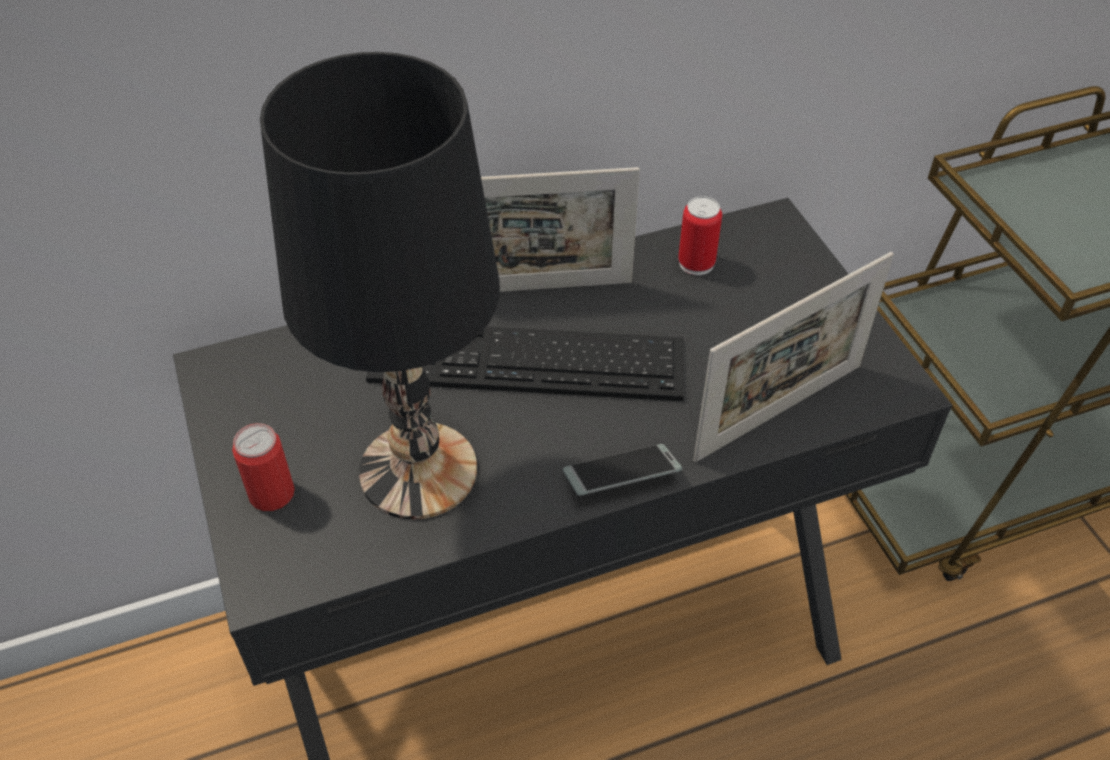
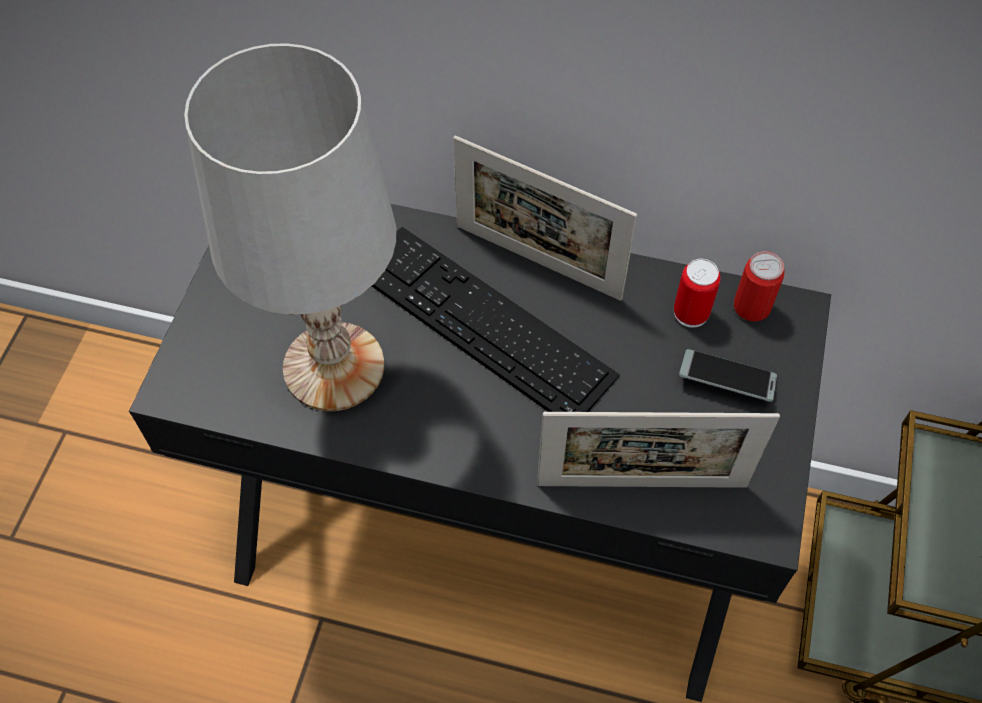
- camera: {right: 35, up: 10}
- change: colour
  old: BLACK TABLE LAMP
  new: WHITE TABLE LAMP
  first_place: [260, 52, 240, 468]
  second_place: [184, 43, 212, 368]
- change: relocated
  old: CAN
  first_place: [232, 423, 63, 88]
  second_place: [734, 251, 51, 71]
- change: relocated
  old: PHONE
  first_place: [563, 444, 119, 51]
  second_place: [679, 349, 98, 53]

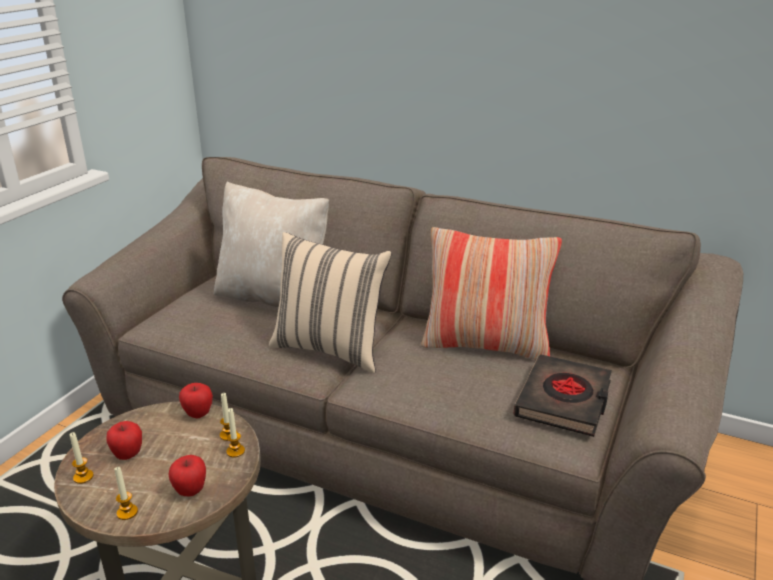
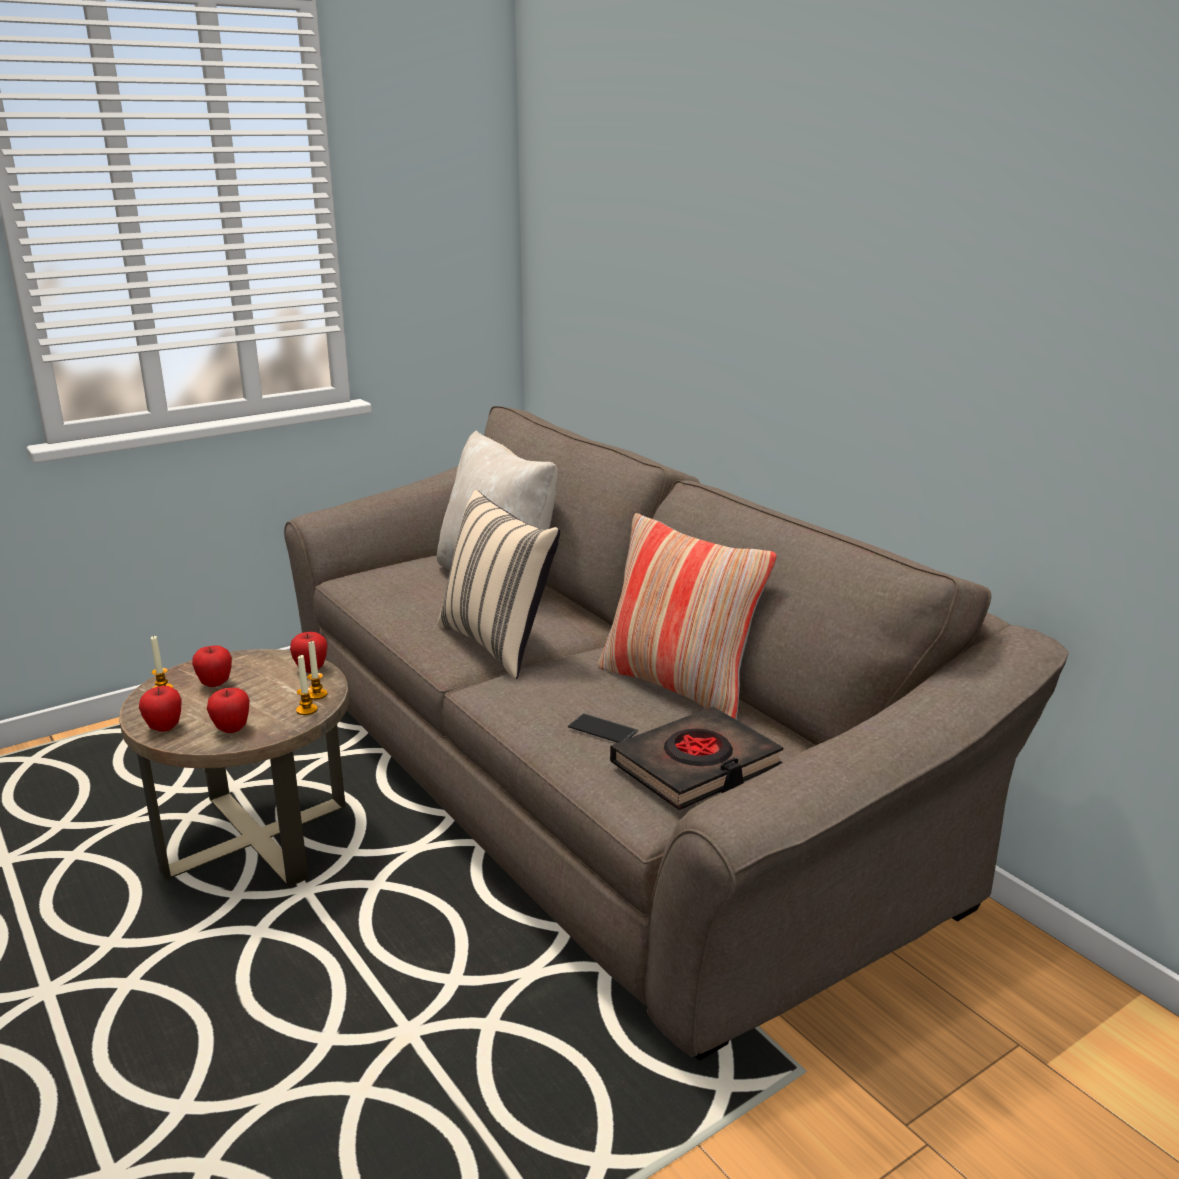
- camera: {right: 30, up: -5}
- change: exchanged
  old: CANDLE
  new: APPLE
  first_place: [114, 467, 24, 53]
  second_place: [139, 686, 43, 46]
- change: appeared
  new: PHONE
  second_place: [568, 713, 70, 30]

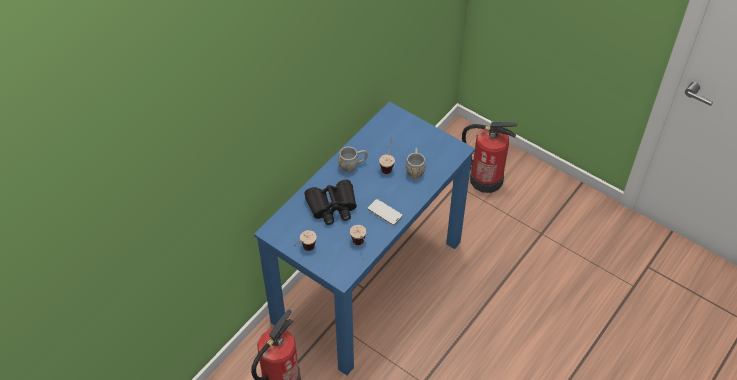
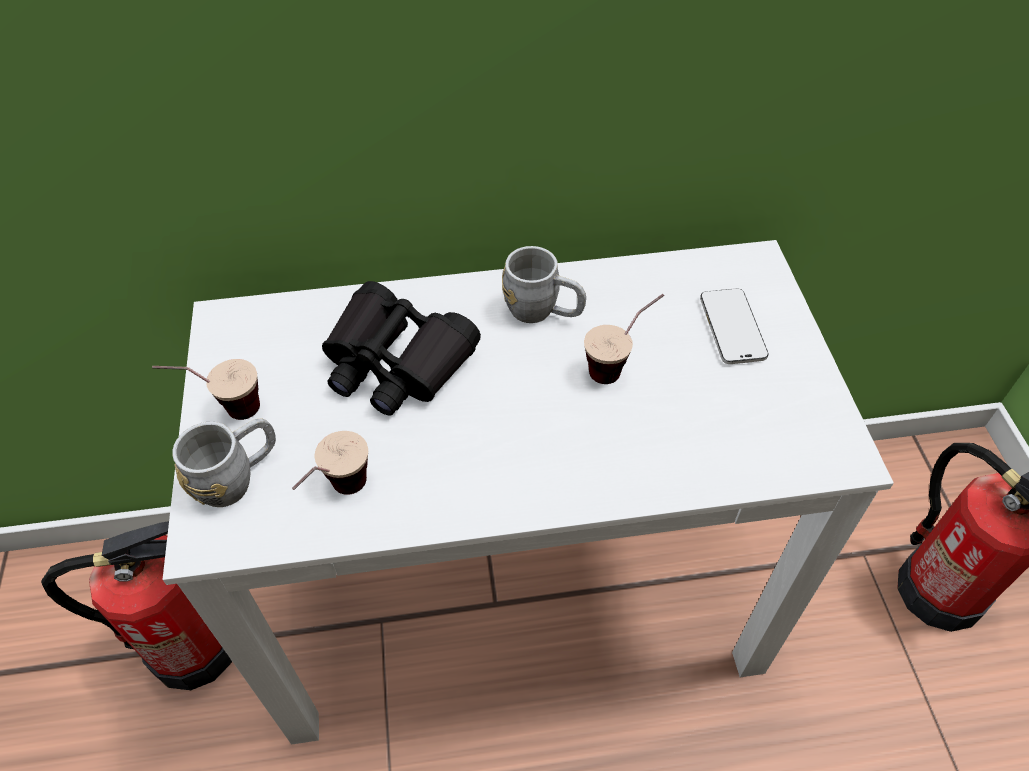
- camera: {right: 45, up: 0}
- change: colour
  old: BLUE DESK
  new: WHITE DESK
  first_place: [254, 101, 221, 274]
  second_place: [163, 240, 731, 505]
- change: relocated
  old: GREY MUG
  first_place: [406, 148, 20, 31]
  second_place: [172, 418, 104, 89]
- change: relocated
  old: PHONE
  first_place: [368, 199, 35, 26]
  second_place: [700, 288, 69, 76]

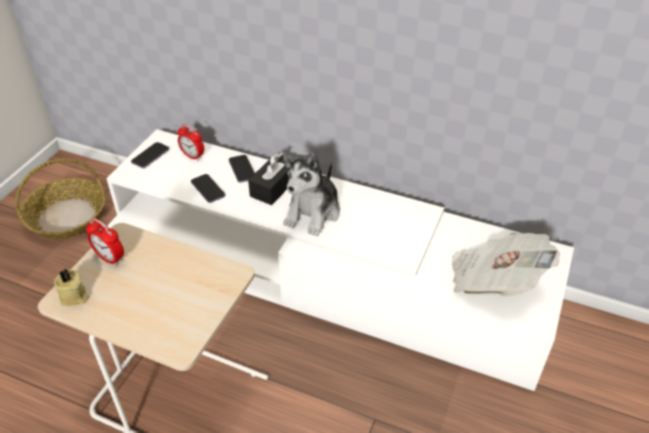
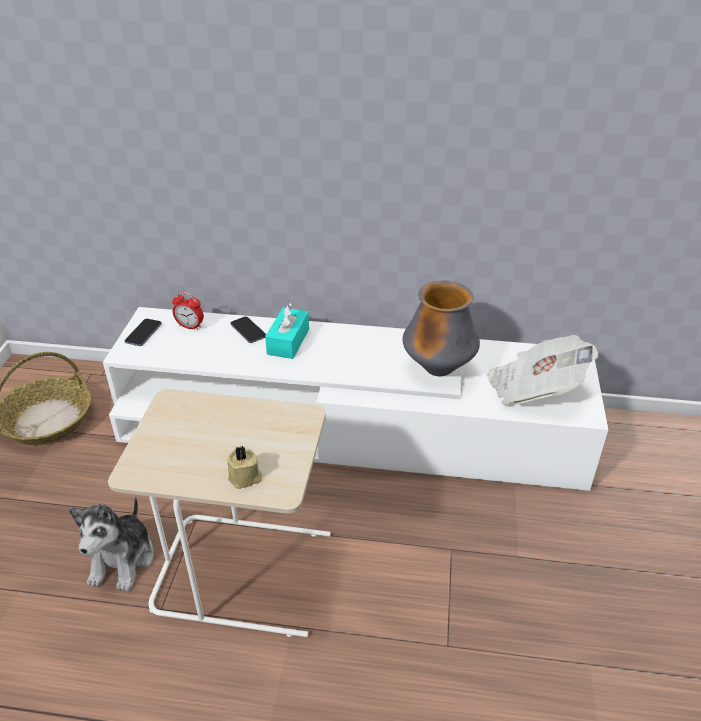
- camera: {right: -15, up: -5}
- change: colour
  old: BLACK TISSUE BOX
  new: TURQUOISE TISSUE BOX
  first_place: [248, 151, 41, 54]
  second_place: [265, 303, 44, 56]
- change: relocated
  old: PLUSH TOY
  first_place: [282, 152, 58, 84]
  second_place: [69, 497, 85, 95]
- change: missing
  old: PHONE
  first_place: [191, 174, 34, 29]
- change: missing
  old: ALARM CLOCK
  first_place: [86, 218, 38, 48]
- change: relocated
  old: BEIGE CANDLE
  first_place: [54, 269, 35, 37]
  second_place: [227, 445, 35, 44]
- change: appeared
  new: VASE
  second_place: [403, 280, 77, 96]

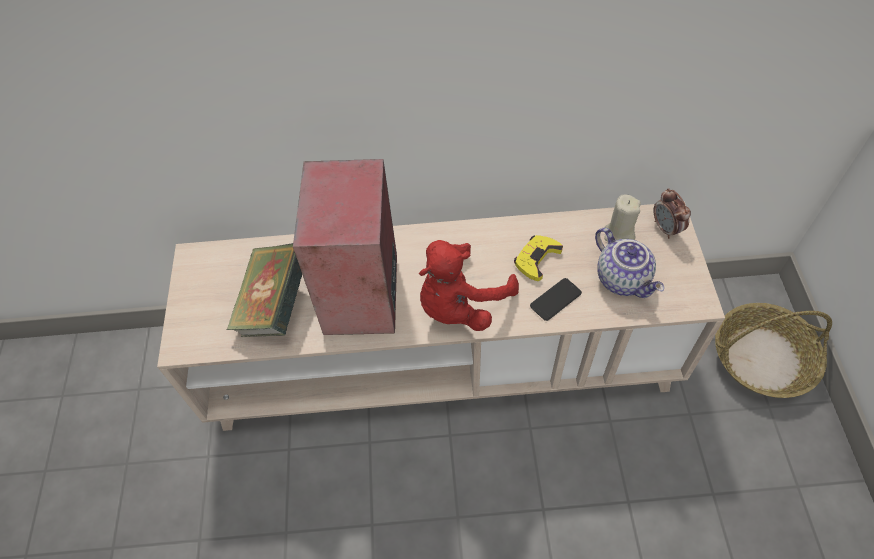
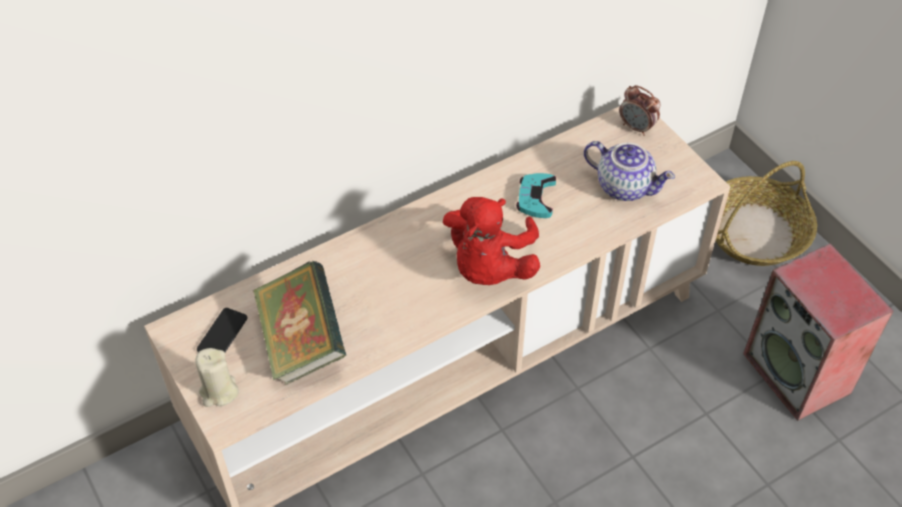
- camera: {right: -30, up: -5}
- change: relocated
  old: SPEAKER
  first_place: [293, 159, 104, 176]
  second_place: [743, 243, 150, 178]
- change: relocated
  old: BEIGE CANDLE
  first_place: [604, 195, 37, 46]
  second_place: [196, 348, 43, 59]
- change: colour
  old: YELLOW GAME CONTROLLER
  new: TURQUOISE GAME CONTROLLER
  first_place: [514, 235, 49, 46]
  second_place: [516, 173, 40, 45]
- change: relocated
  old: PHONE
  first_place: [530, 278, 52, 43]
  second_place: [197, 308, 51, 44]

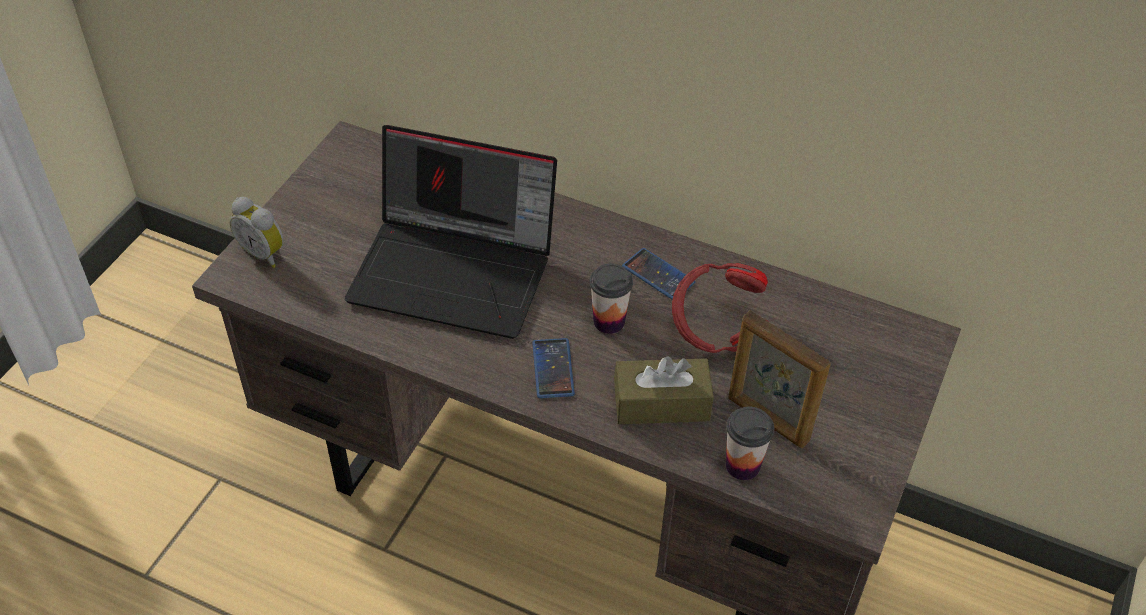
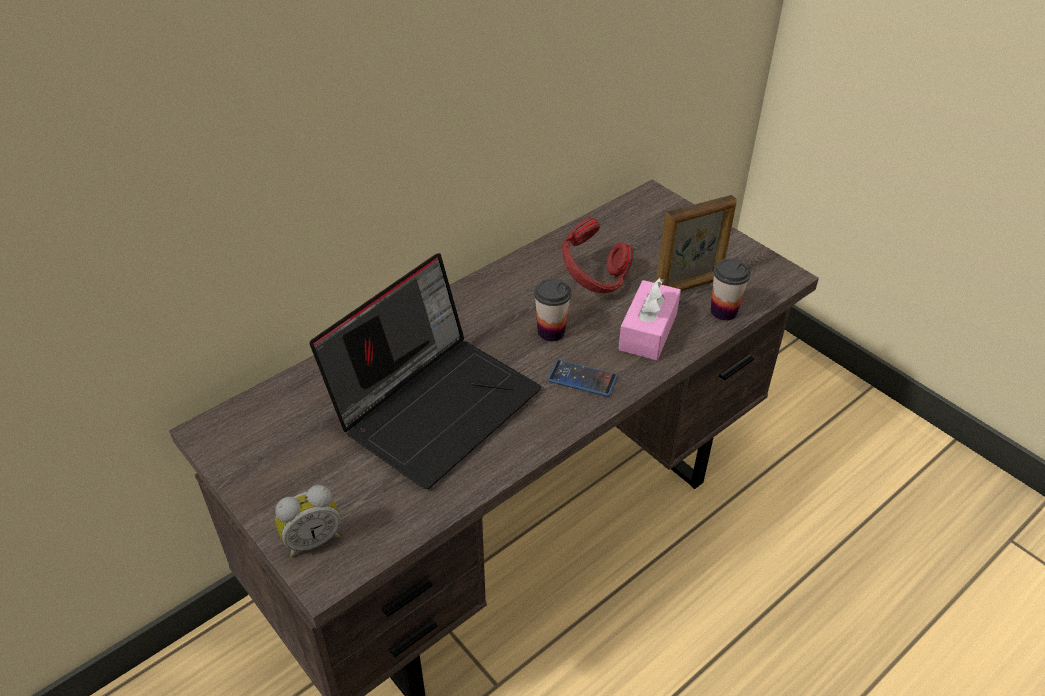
- camera: {right: -65, up: -5}
- change: missing
  old: PHONE
  first_place: [622, 248, 73, 52]
- change: colour
  old: BROWN TISSUE BOX
  new: PINK TISSUE BOX
  first_place: [614, 356, 100, 68]
  second_place: [618, 278, 63, 82]

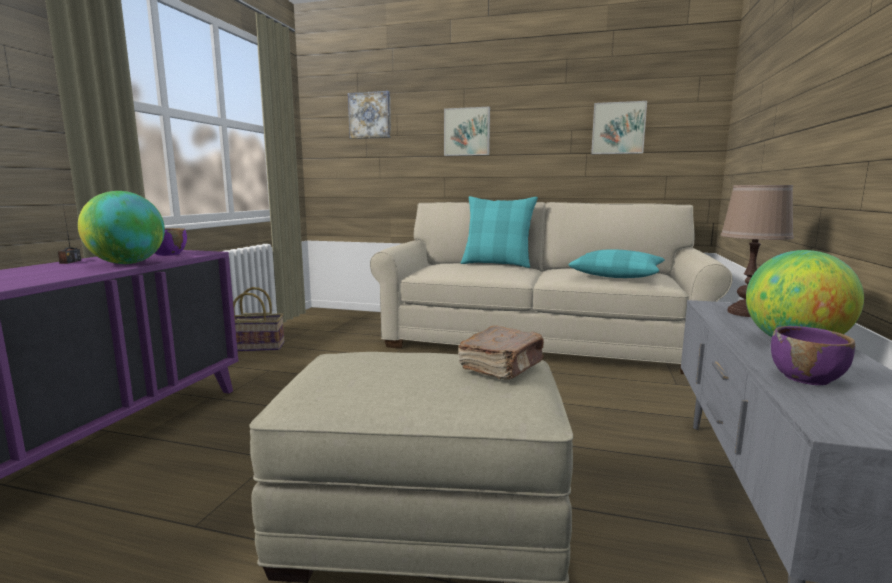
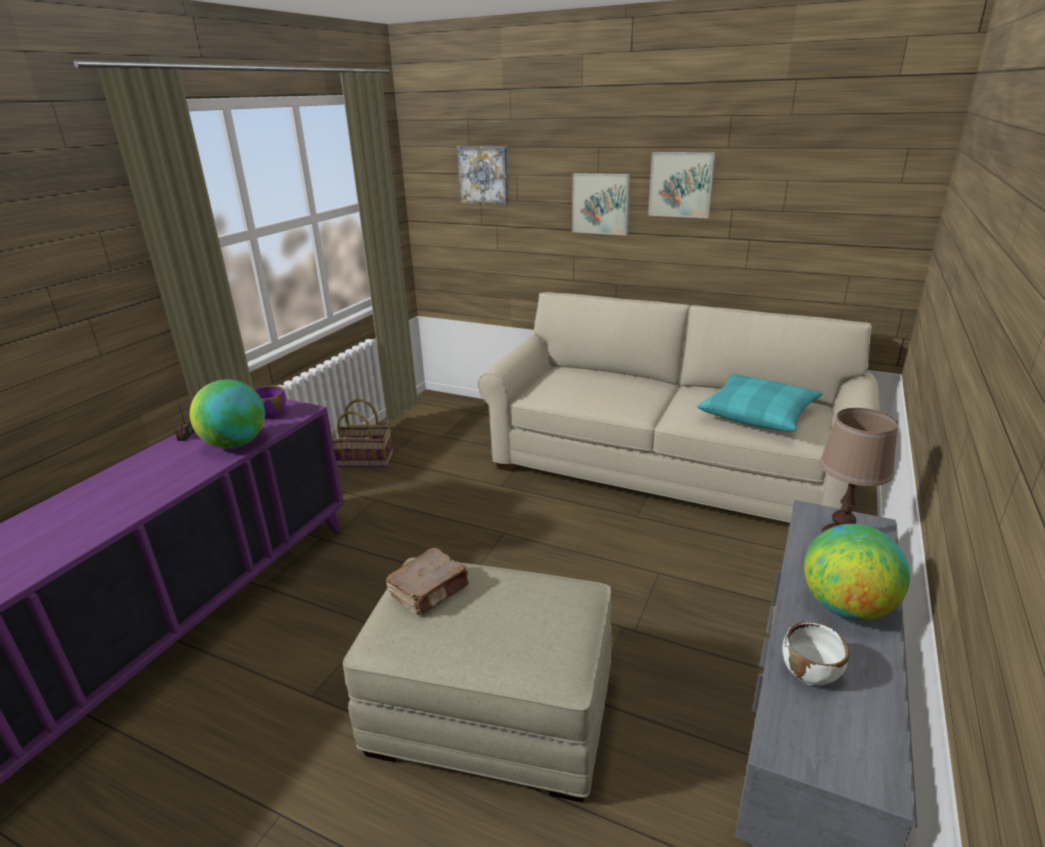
- camera: {right: 10, up: 15}
- change: relocated
  old: PICTURE
  first_place: [591, 101, 56, 53]
  second_place: [648, 152, 67, 66]
- change: missing
  old: TURQUOISE PILLOW
  first_place: [461, 196, 77, 72]
- change: relocated
  old: BROWN BOOK
  first_place: [458, 326, 86, 53]
  second_place: [386, 548, 83, 67]
- change: colour
  old: PURPLE BOWL
  new: WHITE BOWL
  first_place: [771, 326, 84, 59]
  second_place: [782, 622, 67, 64]

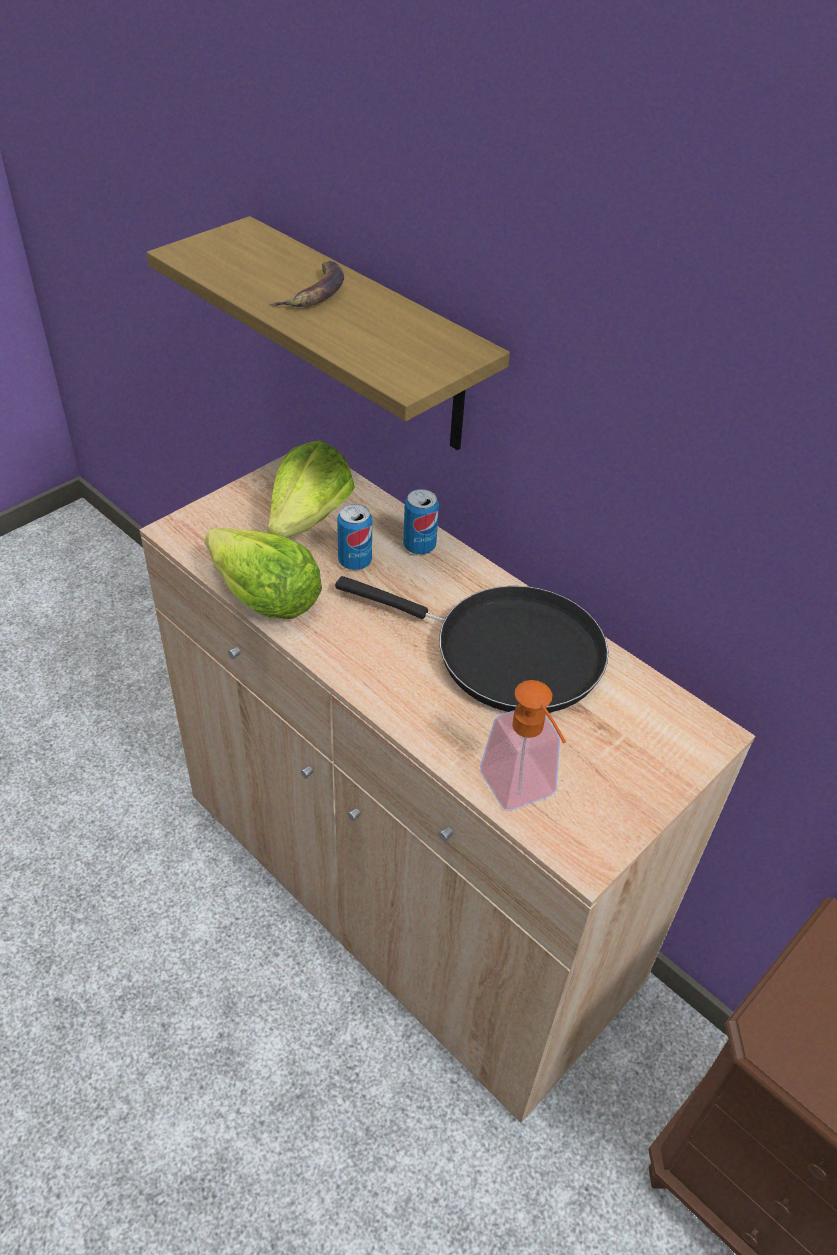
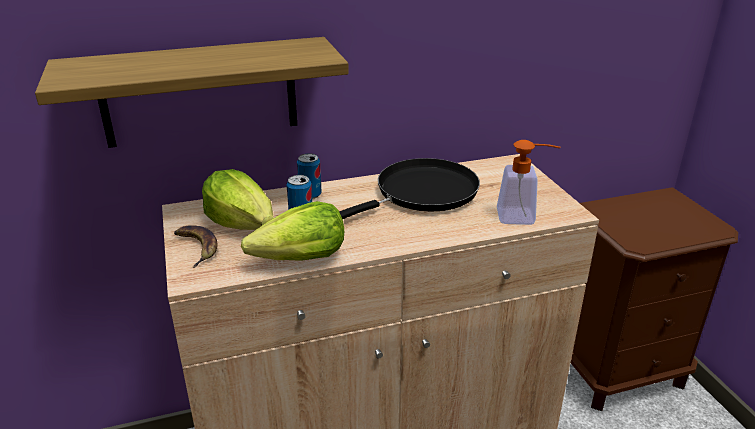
- camera: {right: -60, up: -15}
- change: relocated
  old: BANANA
  first_place: [270, 261, 74, 46]
  second_place: [174, 225, 44, 43]

